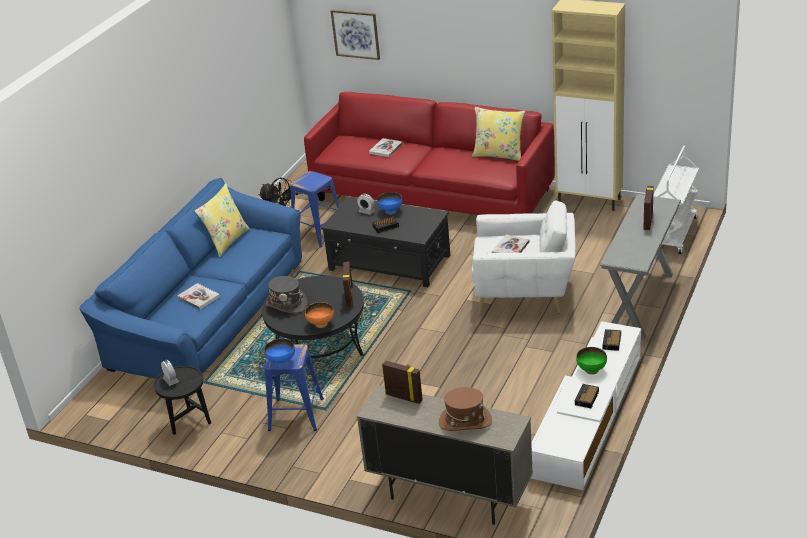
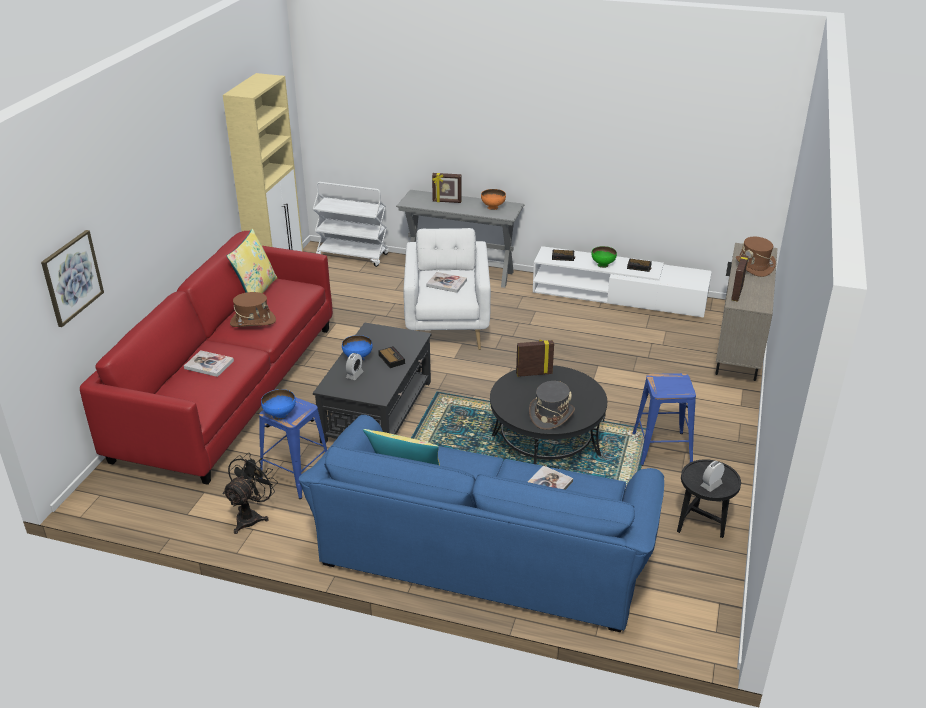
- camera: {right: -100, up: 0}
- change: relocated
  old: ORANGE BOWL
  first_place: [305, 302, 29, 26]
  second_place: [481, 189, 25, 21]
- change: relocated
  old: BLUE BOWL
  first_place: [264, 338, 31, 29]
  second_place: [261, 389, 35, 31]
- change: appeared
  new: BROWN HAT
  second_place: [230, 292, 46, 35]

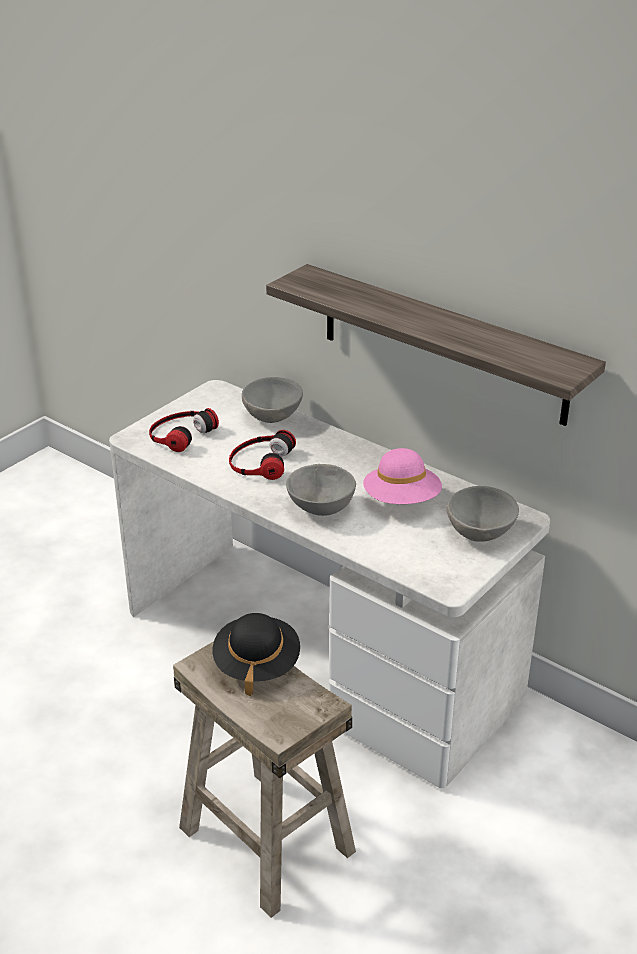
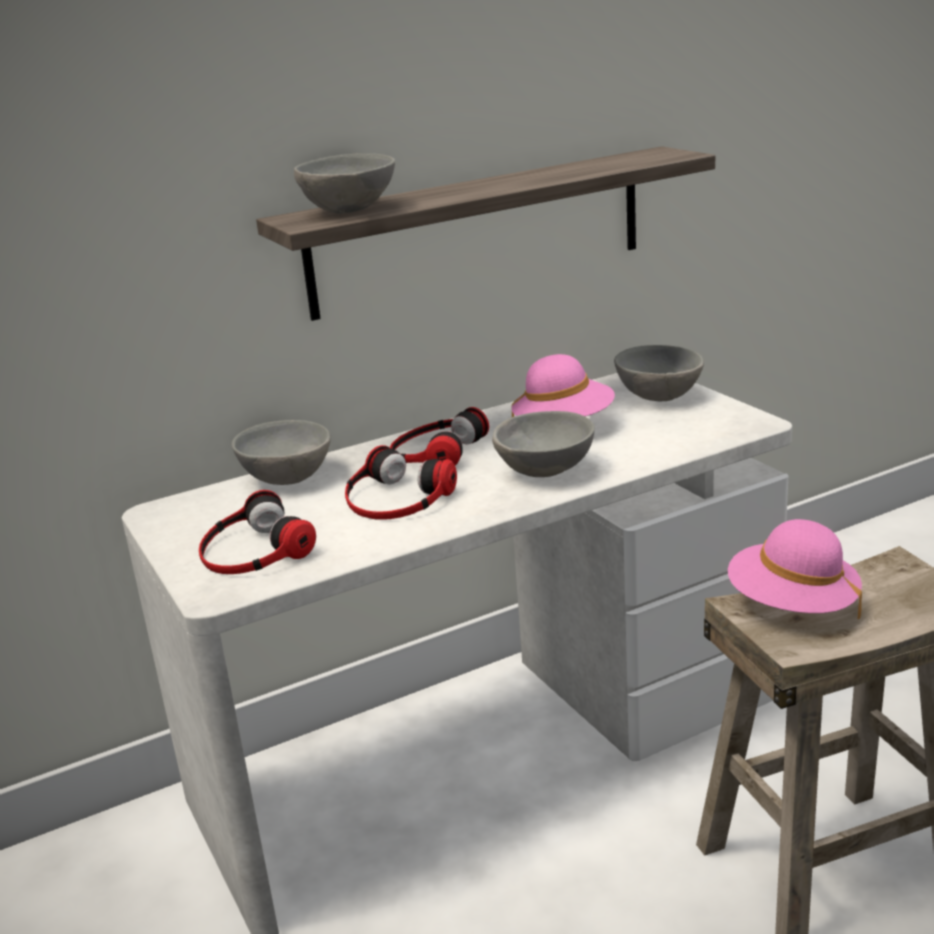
- camera: {right: -65, up: -10}
- change: colour
  old: BLACK HAT
  new: PINK HAT
  first_place: [213, 613, 87, 83]
  second_place: [728, 519, 134, 100]
- change: appeared
  new: GREY BOWL
  second_place: [294, 153, 101, 61]
- change: appeared
  new: HEADPHONES
  second_place: [390, 407, 99, 59]

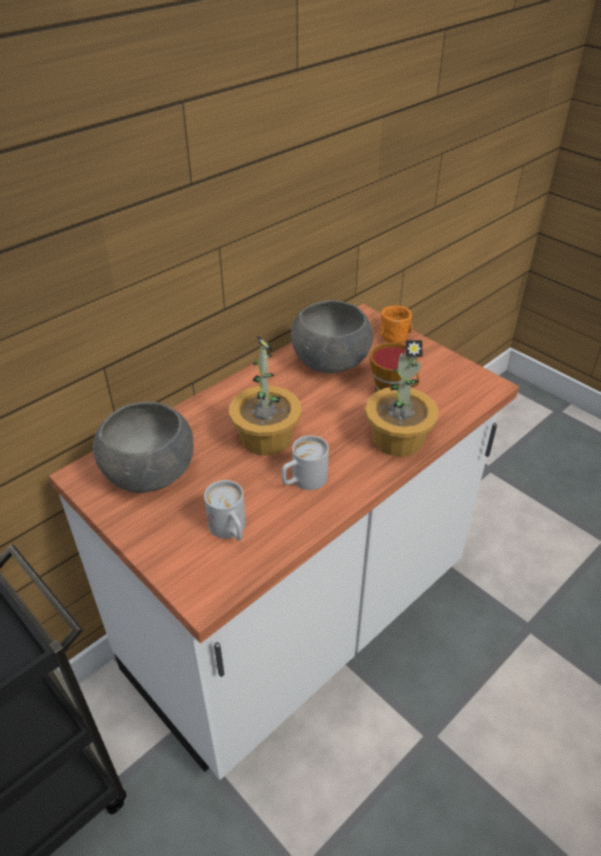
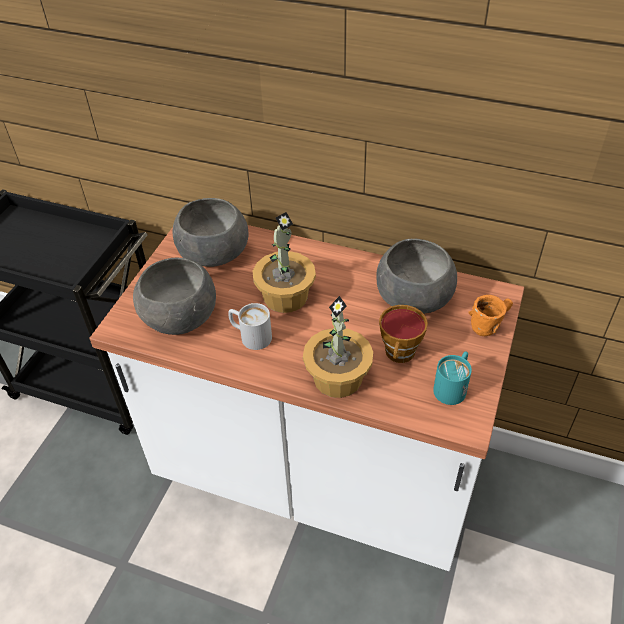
- camera: {right: 65, up: 5}
- change: exchanged
  old: WHITE MUG
  new: GREY BOWL
  first_place: [204, 480, 42, 60]
  second_place: [133, 257, 83, 78]
- change: appeared
  new: TURQUOISE MUG
  second_place: [433, 351, 39, 54]

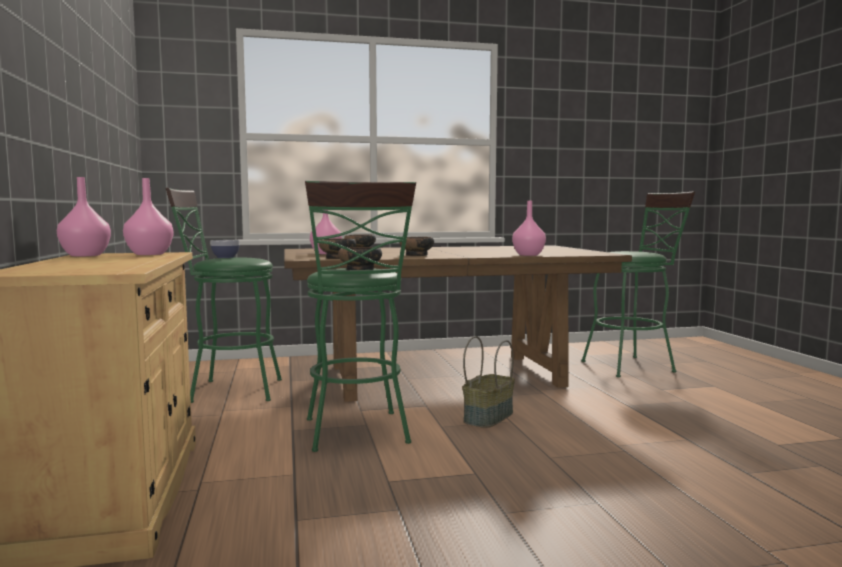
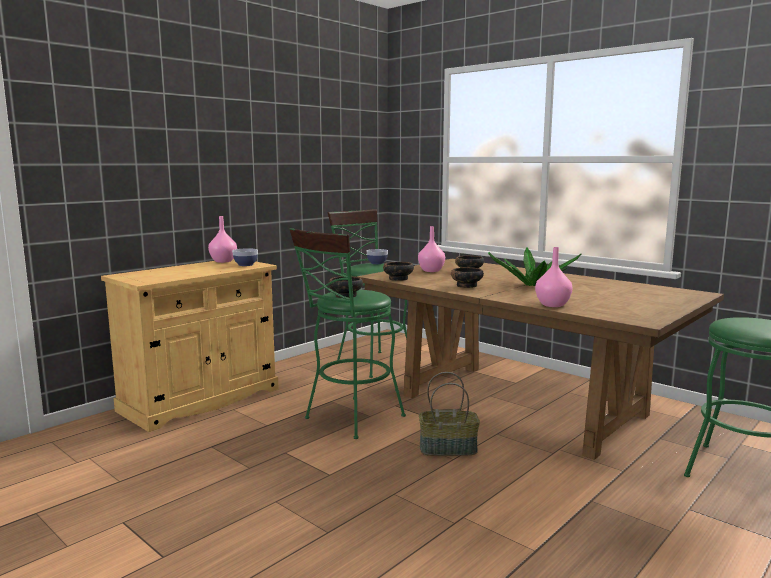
- camera: {right: 55, up: 5}
- change: exchanged
  old: PINK VASE
  new: BOWL
  first_place: [123, 178, 50, 77]
  second_place: [232, 248, 26, 18]
- change: appeared
  new: POTTED PLANT
  second_place: [488, 248, 93, 38]

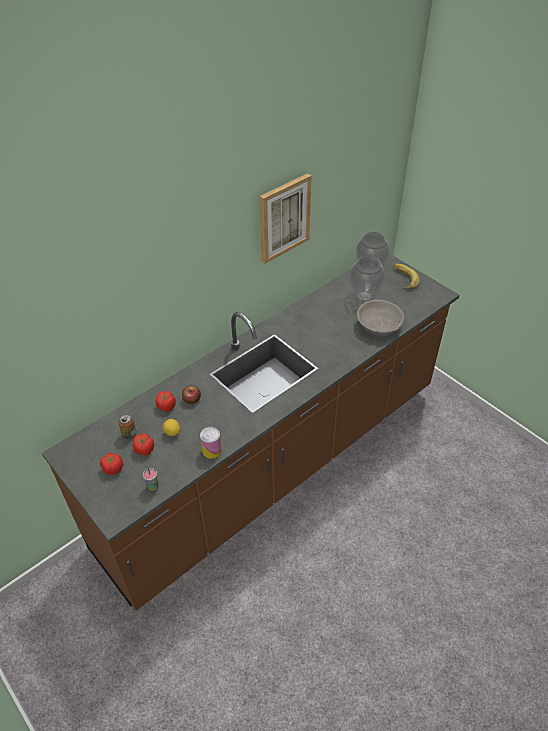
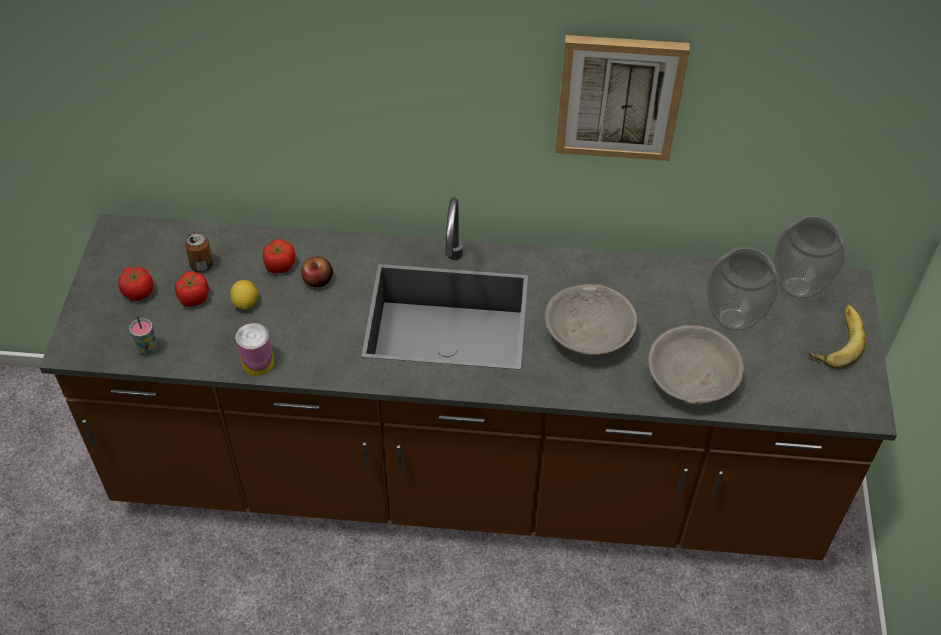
- camera: {right: 45, up: 5}
- change: appeared
  new: GREY BOWL
  second_place: [545, 284, 93, 72]

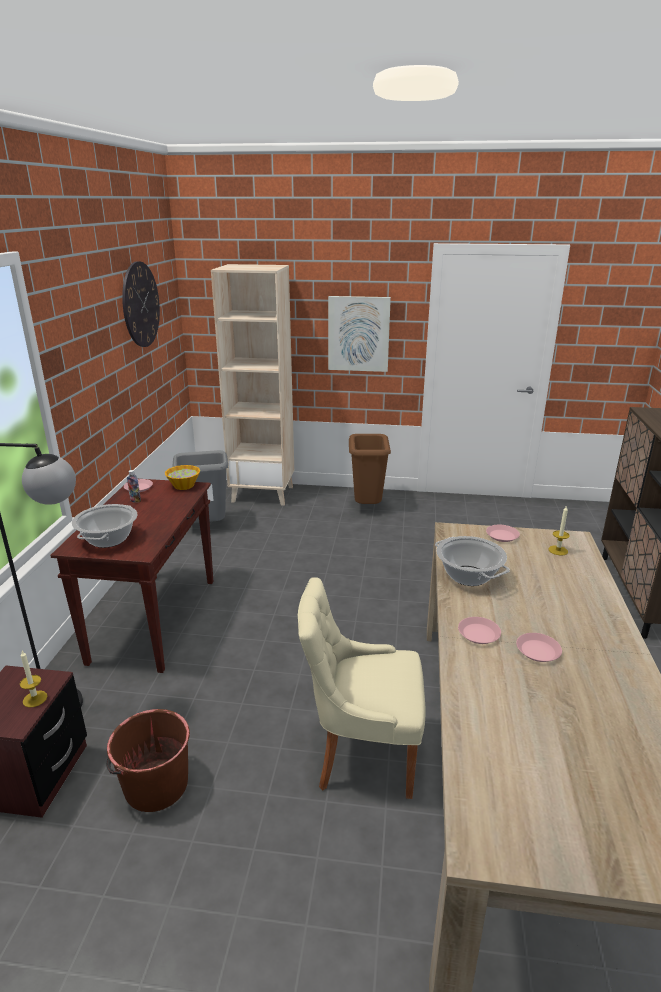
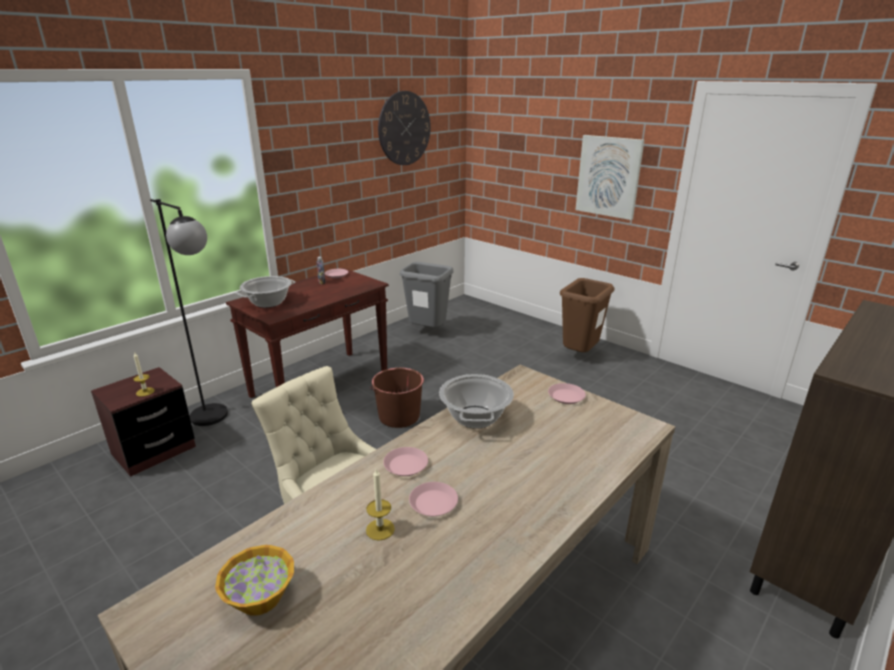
- camera: {right: 35, up: 0}
- change: missing
  old: BEIGE BOOKCASE
  first_place: [211, 264, 83, 242]
- change: relocated
  old: BOWL
  first_place: [165, 465, 35, 25]
  second_place: [215, 545, 79, 71]
- change: relocated
  old: CANDLE
  first_place: [548, 505, 22, 51]
  second_place: [366, 469, 29, 72]
- change: relocated
  old: BROWN BUCKET
  first_place: [106, 709, 84, 103]
  second_place: [370, 368, 54, 60]

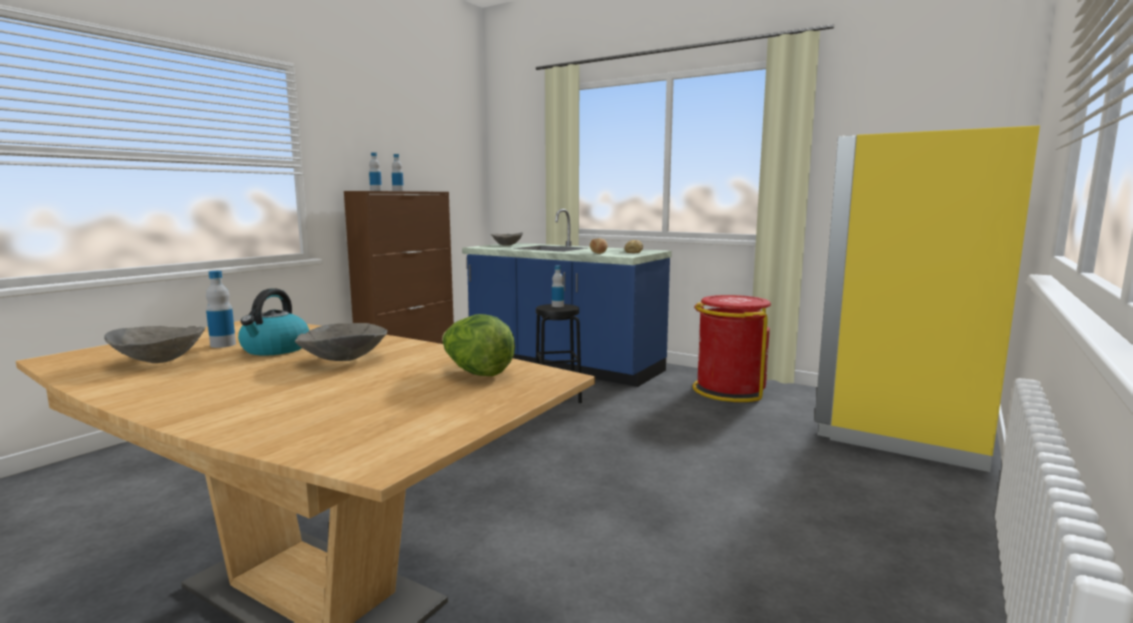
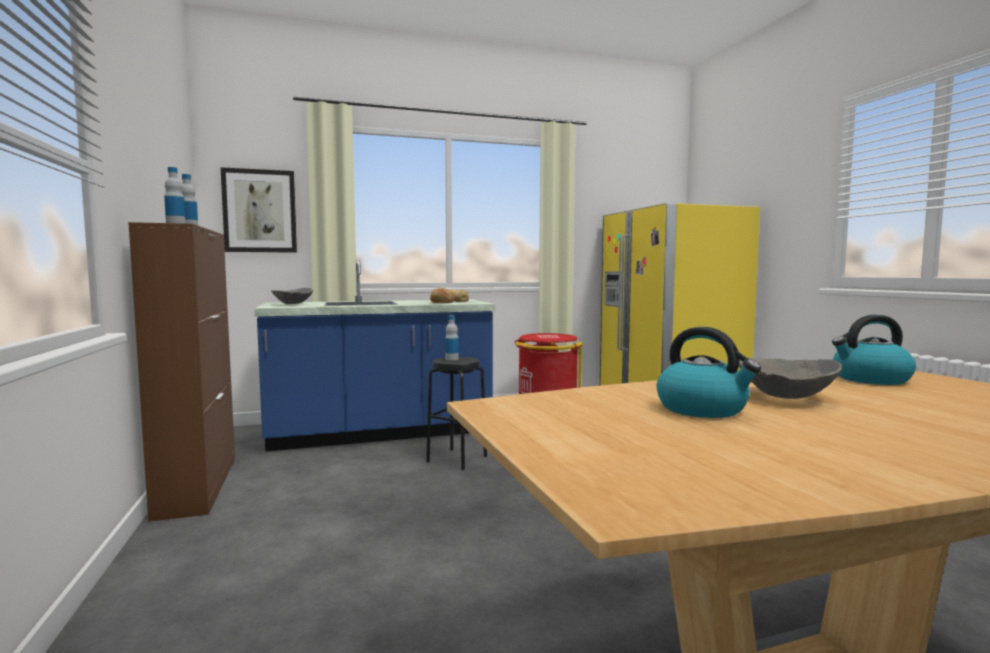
- camera: {right: -50, up: -5}
- change: missing
  old: BOTTLE
  first_place: [206, 271, 30, 77]
- change: exchanged
  old: LETTUCE
  new: KETTLE
  first_place: [442, 314, 73, 62]
  second_place: [832, 315, 84, 70]
- change: missing
  old: GREY BOWL
  first_place: [104, 326, 102, 37]
- change: appeared
  new: PICTURE
  second_place: [221, 167, 76, 86]

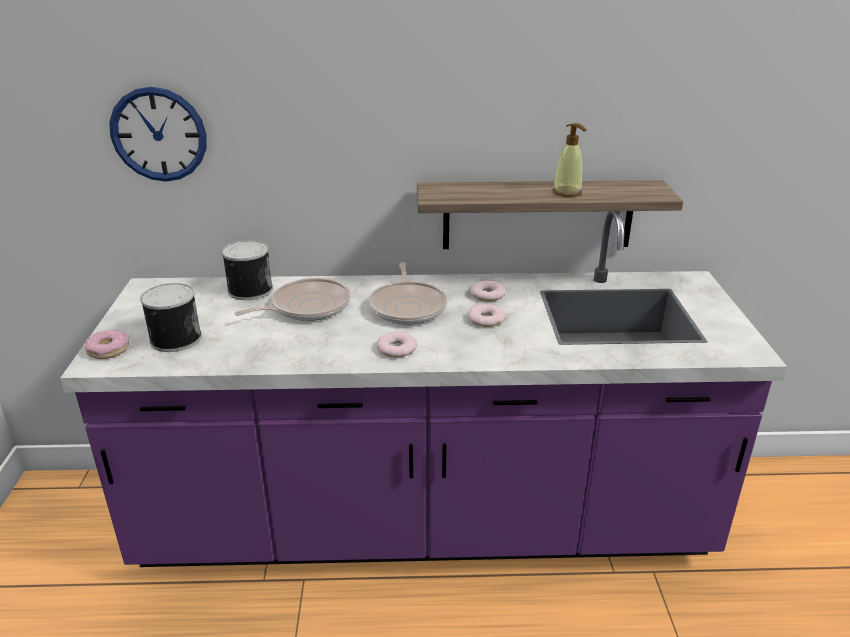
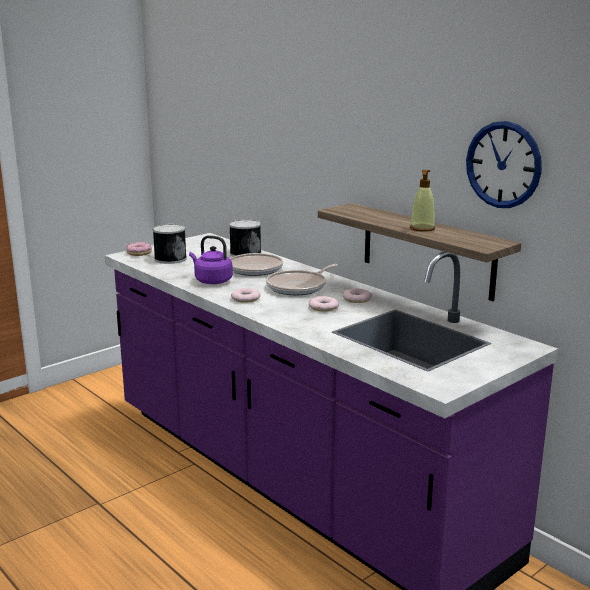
- camera: {right: 50, up: -10}
- change: relocated
  old: WALL CLOCK
  first_place: [109, 87, 98, 95]
  second_place: [466, 121, 76, 87]
- change: appeared
  new: PURPLE KETTLE
  second_place: [189, 235, 44, 49]

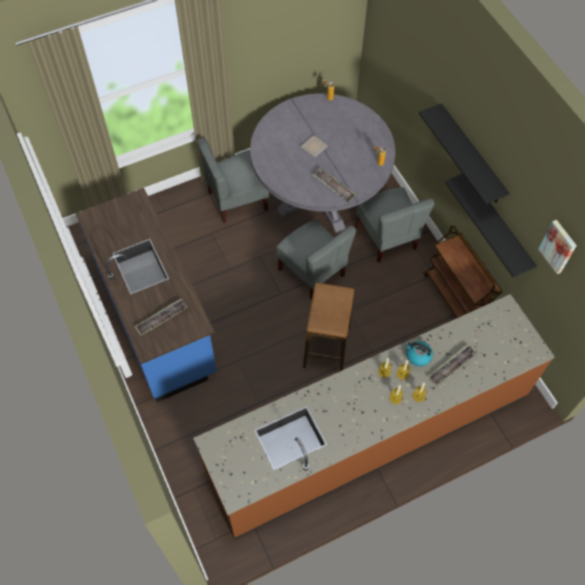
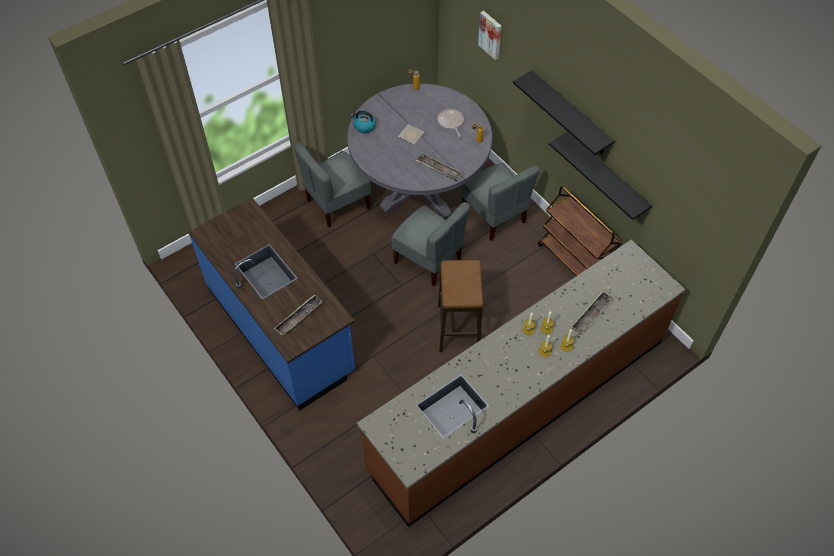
- camera: {right: -10, up: -5}
- change: relocated
  old: PICTURE
  first_place: [538, 220, 39, 54]
  second_place: [478, 11, 24, 49]
- change: relocated
  old: KETTLE
  first_place: [404, 341, 29, 25]
  second_place: [350, 111, 26, 22]
- change: appeared
  new: FRYING PAN
  second_place: [437, 109, 27, 28]

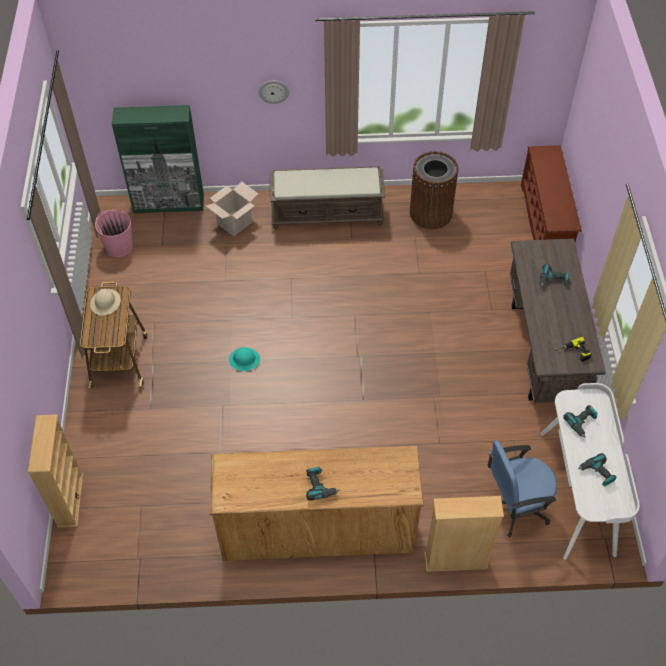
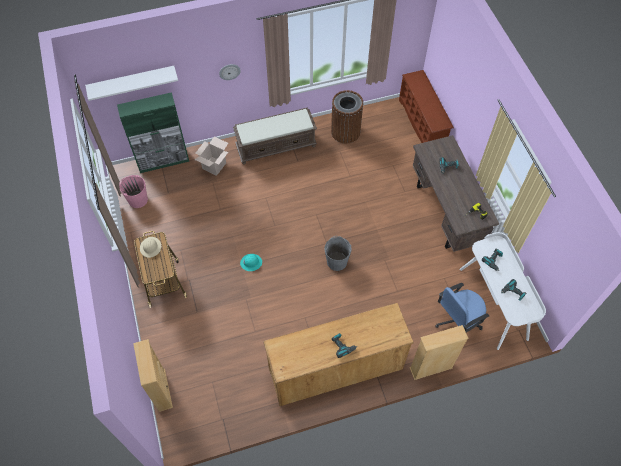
- camera: {right: -15, up: 5}
- change: appeared
  new: WHITE SHELF
  second_place: [85, 66, 93, 35]
- change: appeared
  new: GREY BUCKET
  second_place: [324, 236, 28, 35]

